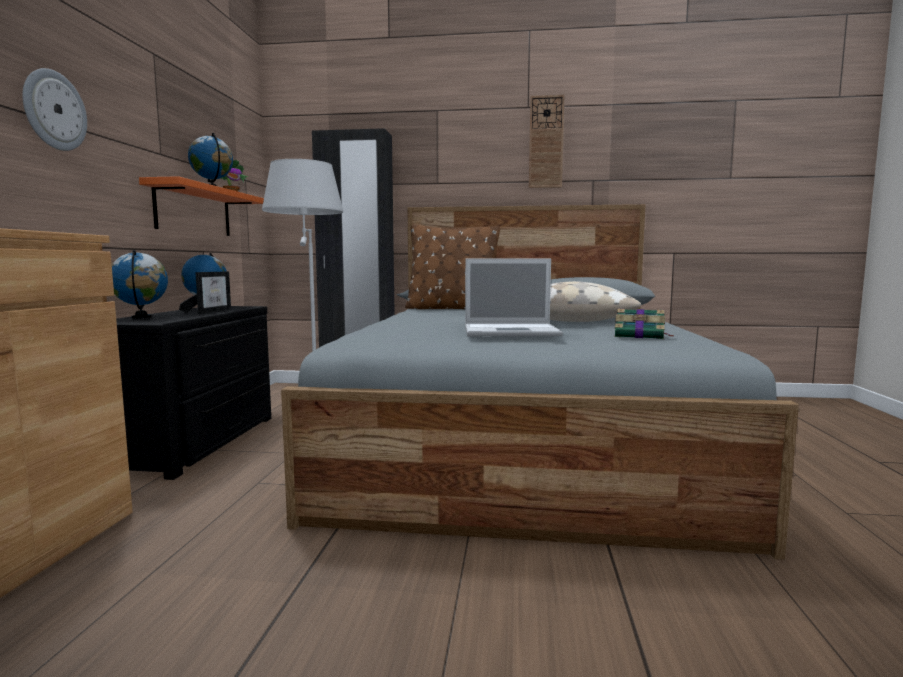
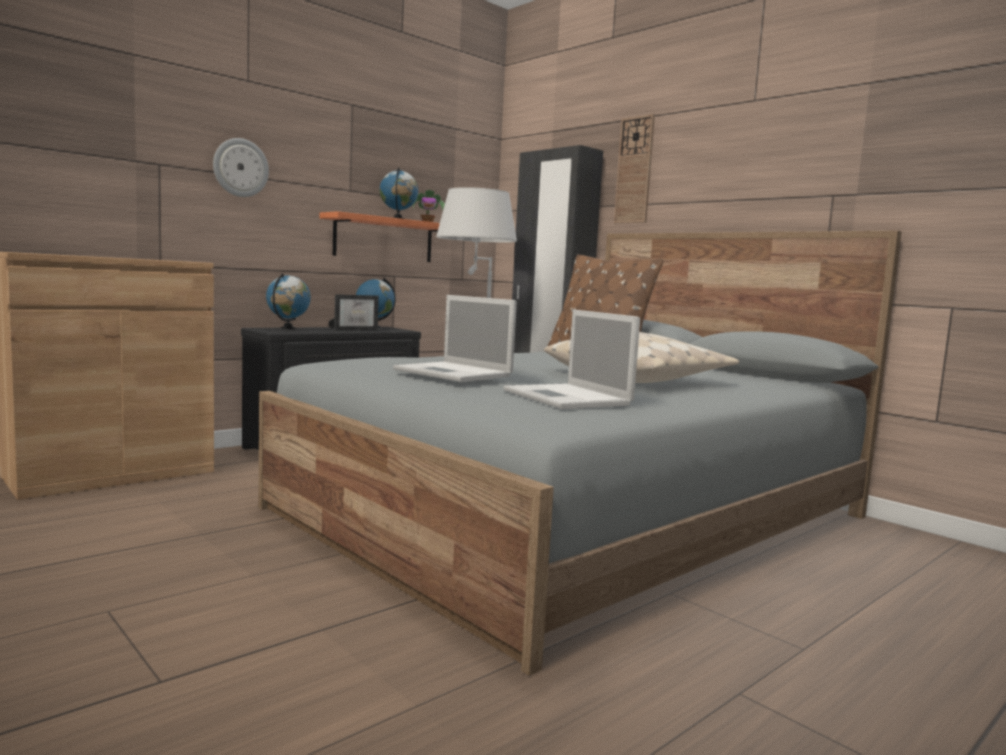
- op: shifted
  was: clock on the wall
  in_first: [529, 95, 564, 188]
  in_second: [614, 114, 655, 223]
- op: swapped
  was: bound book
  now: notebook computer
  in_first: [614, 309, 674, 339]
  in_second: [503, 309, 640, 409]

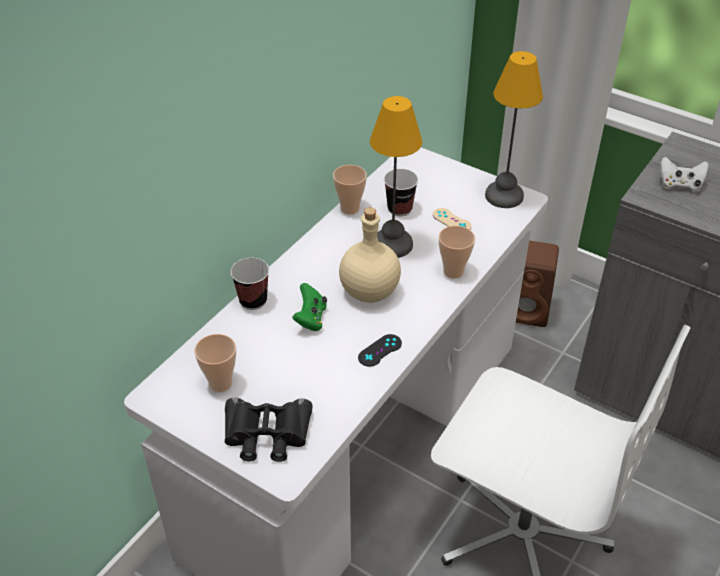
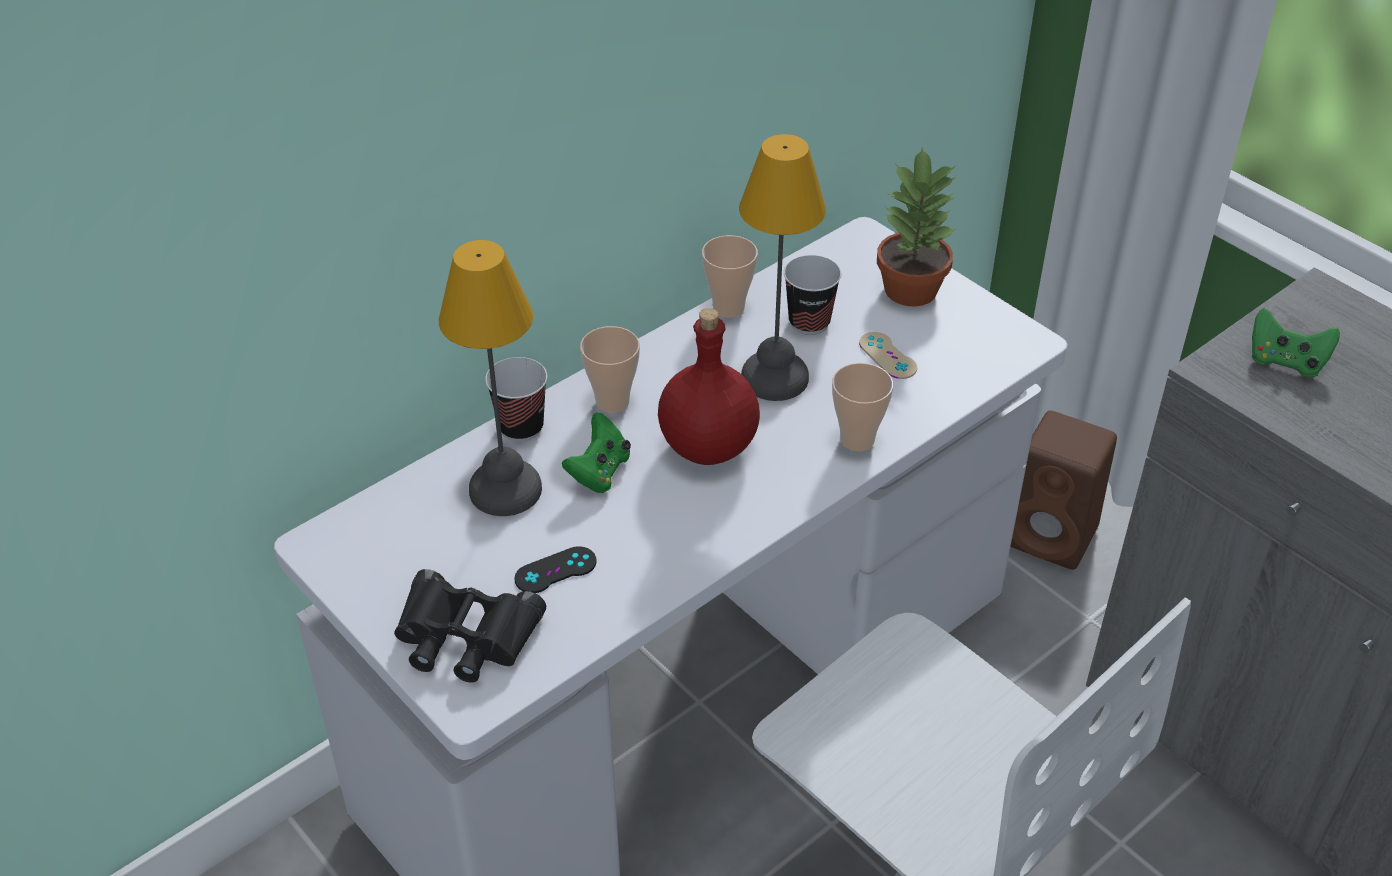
- op: shifted
  was: drinking cup
  in_first: [194, 334, 236, 392]
  in_second: [580, 326, 640, 413]
- op: repainted
  was: sand-coloured beverage bottle
  now: reddish beverage bottle
  in_first: [339, 207, 401, 303]
  in_second: [658, 308, 760, 465]
- op: shifted
  was: black joypad
  in_first: [358, 334, 402, 367]
  in_second: [515, 546, 597, 593]
- op: shifted
  was: tabletop lamp
  in_first: [485, 51, 543, 208]
  in_second: [439, 240, 542, 516]
- op: repainted
  was: whitish joypad
  now: greenish joypad
  in_first: [660, 157, 708, 192]
  in_second: [1252, 308, 1340, 377]
- op: new
  now: potted plant
  in_second: [877, 147, 957, 307]

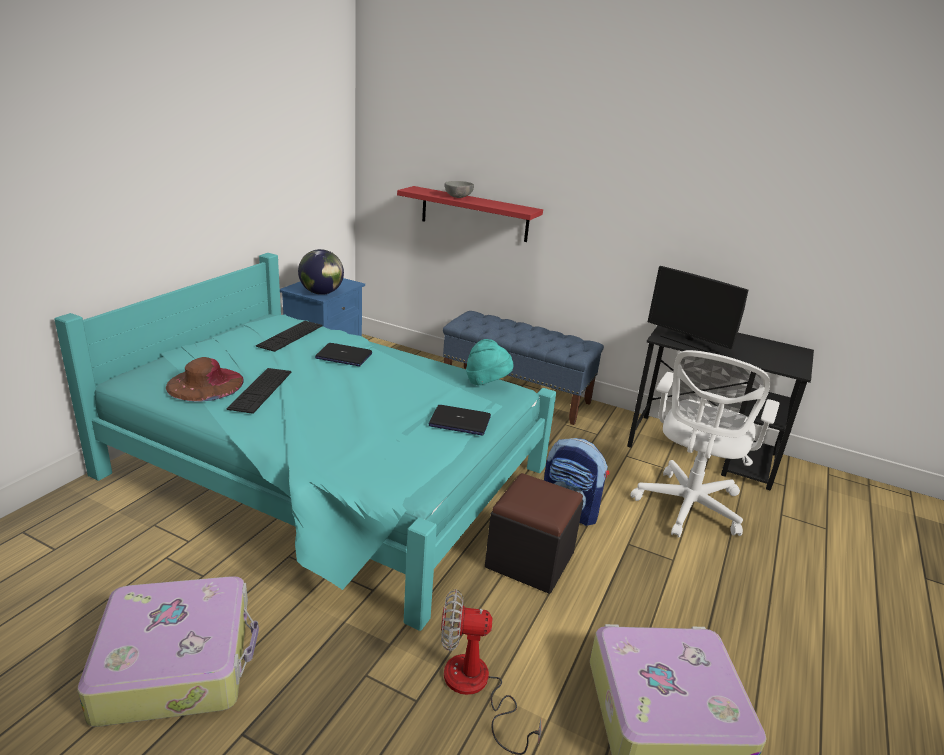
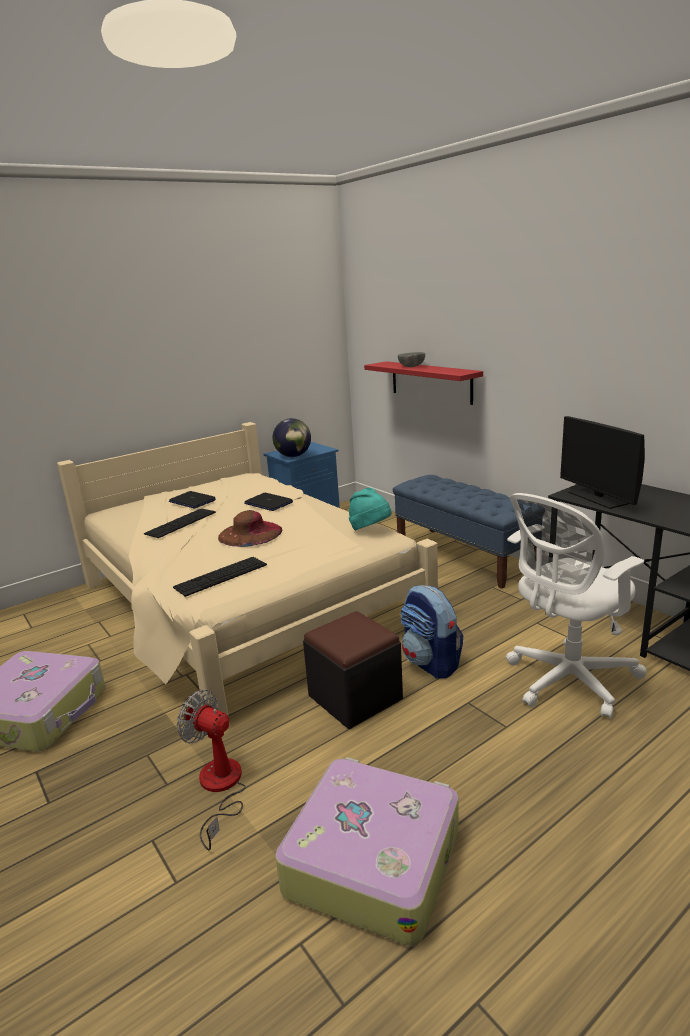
- op: repainted
  was: turquoise sleeping bed
  now: sand-coloured sleeping bed
  in_first: [54, 253, 556, 631]
  in_second: [57, 422, 438, 725]
- op: shifted
  was: brown-coloured wearable hat
  in_first: [166, 357, 244, 402]
  in_second: [218, 510, 283, 547]
- op: shifted
  was: computer keyboard
  in_first: [256, 321, 322, 352]
  in_second: [173, 557, 267, 597]
- op: shifted
  was: notebook computer
  in_first: [429, 405, 491, 435]
  in_second: [169, 491, 216, 509]

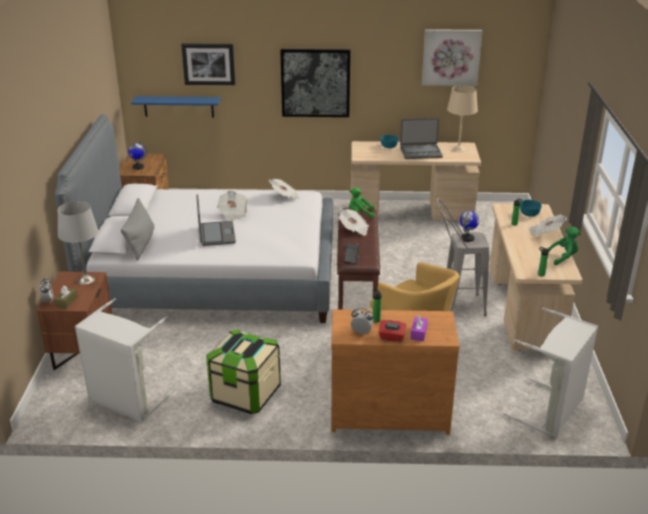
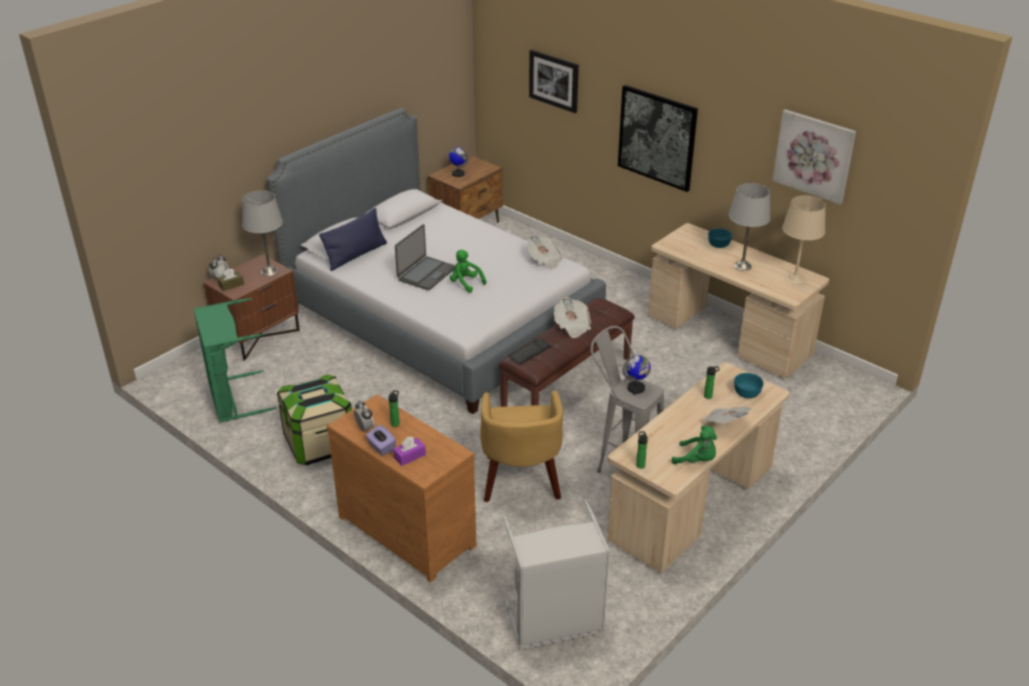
- op: repainted
  was: gray washing basket
  now: greenish washing basket
  in_first: [75, 298, 176, 422]
  in_second: [194, 298, 276, 423]
- op: repainted
  was: gray throw pillow
  now: bluish throw pillow
  in_first: [121, 198, 154, 261]
  in_second: [319, 208, 387, 271]
- op: gone
  was: bluish shelf
  in_first: [131, 96, 221, 117]
- op: gone
  was: daily paper
  in_first: [217, 190, 248, 221]
- op: shifted
  was: greenish soft toy
  in_first: [349, 187, 375, 218]
  in_second: [450, 250, 486, 293]
- op: repainted
  was: reddish box of tissues
  now: purple-coloured box of tissues
  in_first: [379, 320, 407, 342]
  in_second: [366, 425, 396, 456]
- op: swapped
  was: notebook computer
  now: gray tabletop lamp
  in_first: [400, 118, 443, 159]
  in_second: [729, 183, 771, 271]

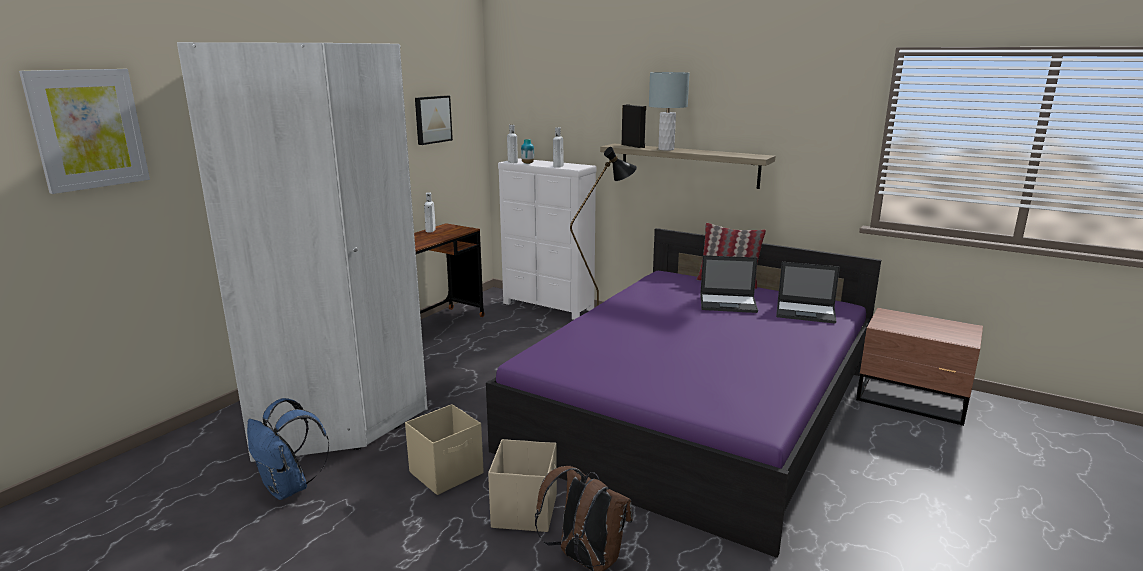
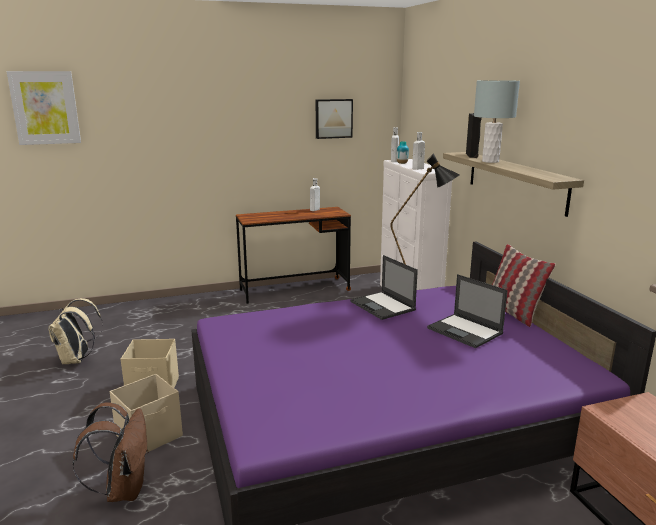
- op: gone
  was: whitish clothes cupboard
  in_first: [177, 42, 428, 462]
- op: repainted
  was: bluish backpack
  now: sand-coloured backpack
  in_first: [247, 398, 329, 500]
  in_second: [48, 298, 103, 364]
- op: shifted
  was: notebook computer
  in_first: [776, 262, 840, 324]
  in_second: [350, 255, 418, 320]

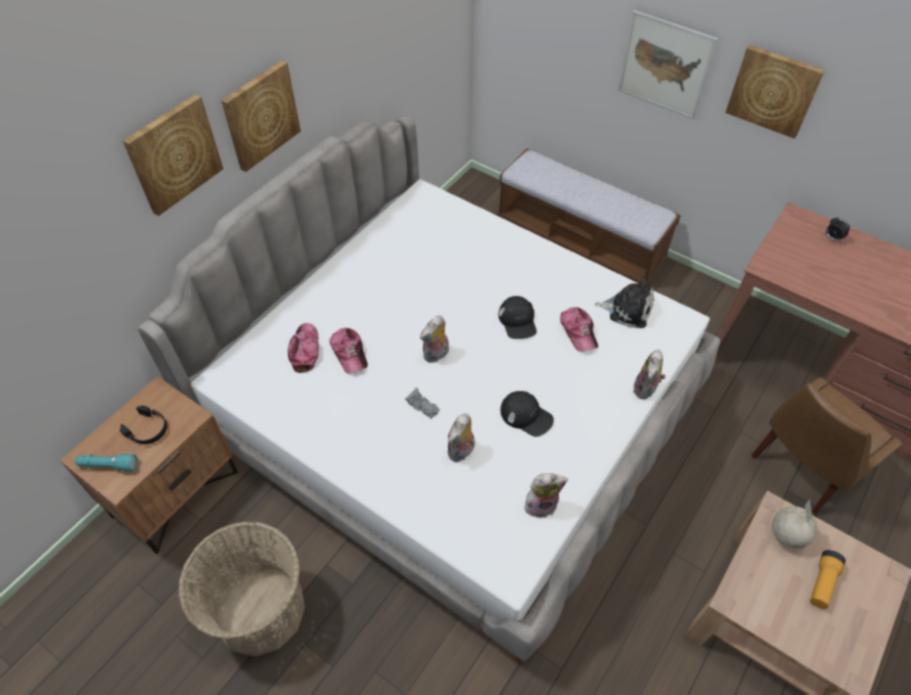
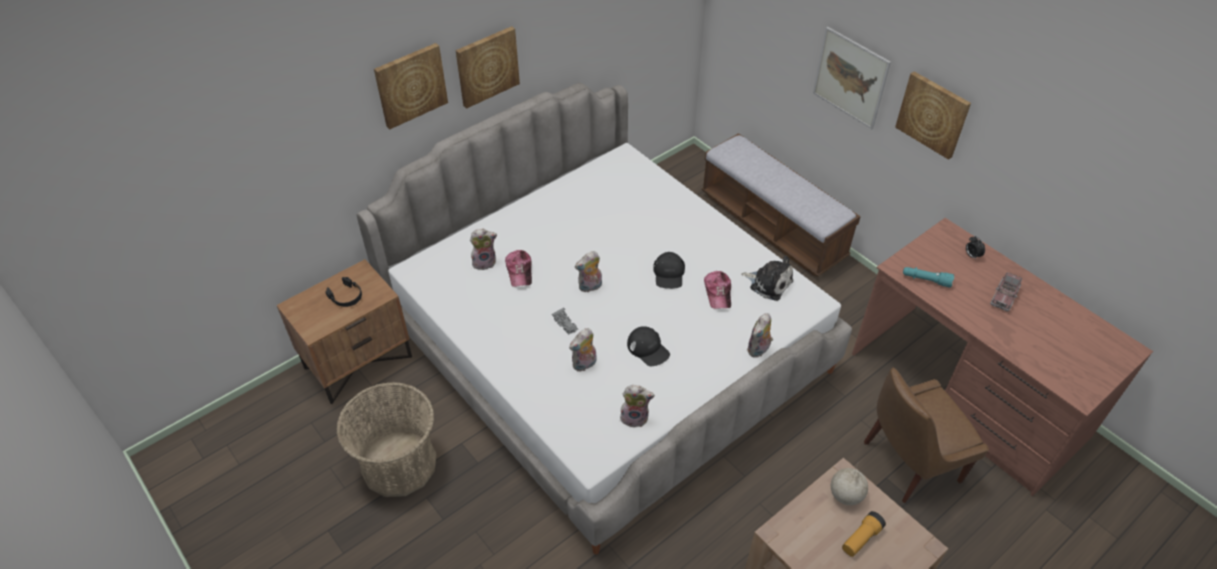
- op: shifted
  was: turquoise hand torch
  in_first: [75, 454, 138, 471]
  in_second: [903, 267, 954, 288]
- op: swapped
  was: peaked cap
  now: soft toy
  in_first: [288, 323, 319, 373]
  in_second: [470, 229, 497, 270]
- op: new
  now: toy lorry
  in_second: [990, 272, 1022, 312]

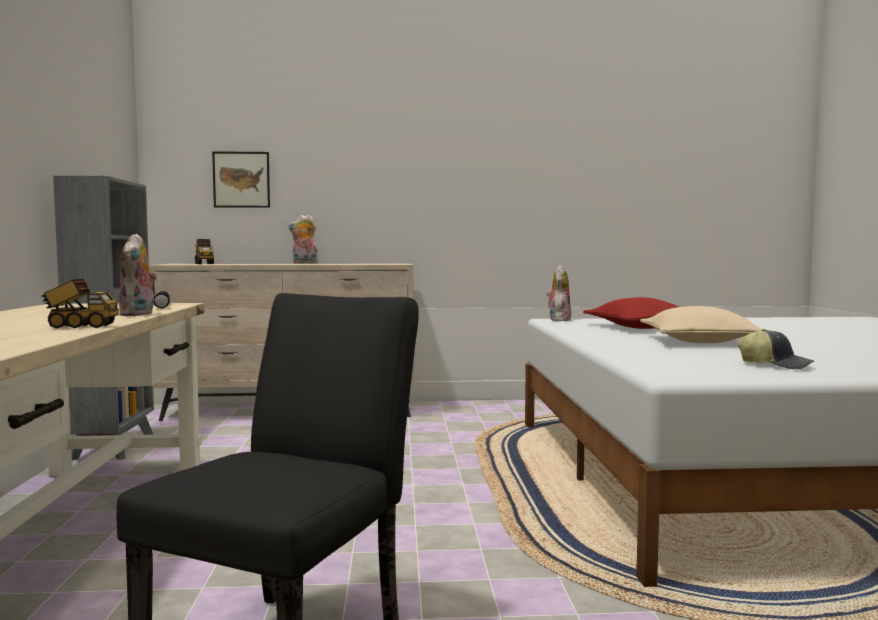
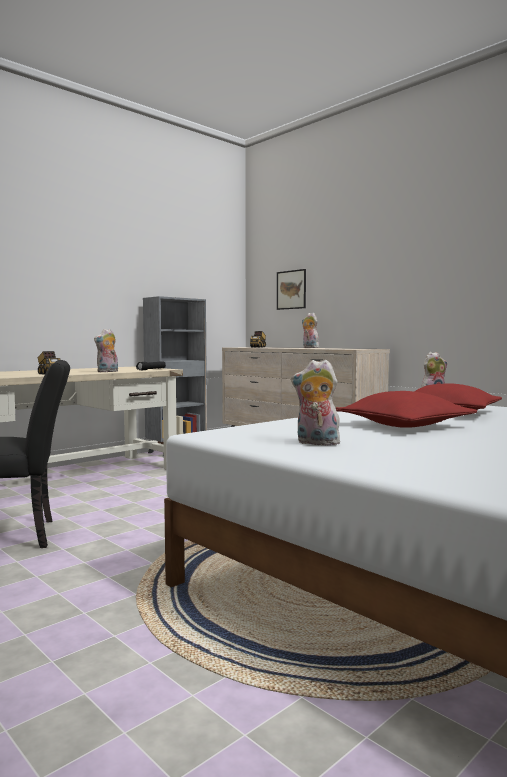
- op: repainted
  was: sand-coloured throw pillow
  now: reddish throw pillow
  in_first: [640, 306, 771, 343]
  in_second: [336, 391, 477, 428]
- op: swapped
  was: peaked cap
  now: soft toy
  in_first: [738, 329, 814, 369]
  in_second: [291, 360, 342, 445]

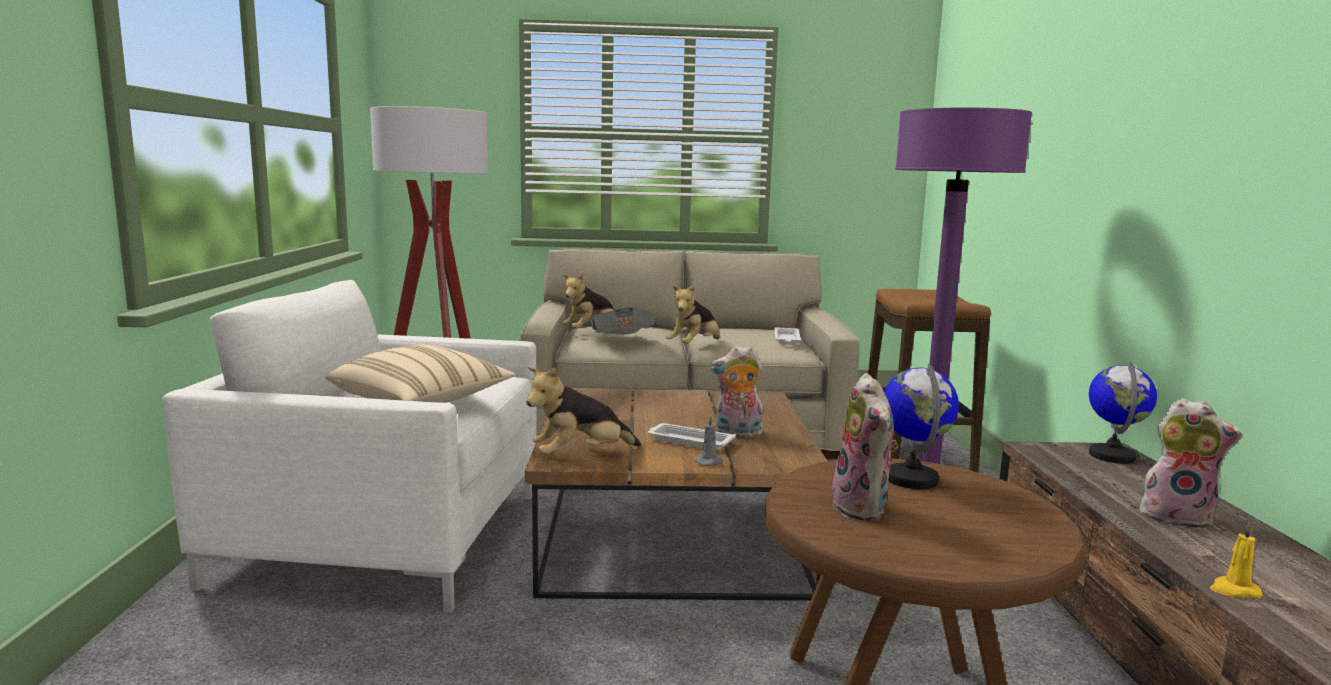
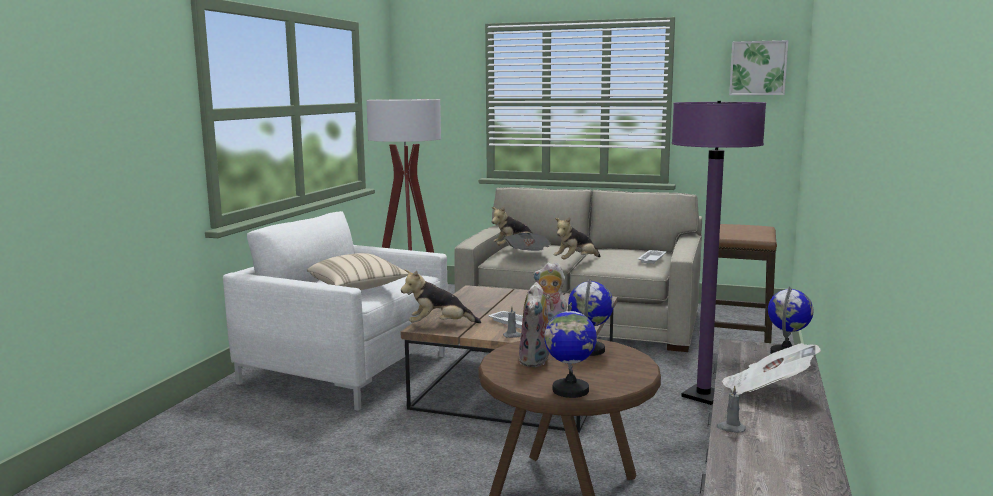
- op: swapped
  was: soft toy
  now: daily paper
  in_first: [1140, 398, 1242, 529]
  in_second: [722, 343, 821, 395]
- op: repainted
  was: yellow wax light
  now: gray wax light
  in_first: [1210, 522, 1262, 598]
  in_second: [716, 385, 746, 433]
- op: new
  now: desk globe
  in_second: [544, 302, 597, 398]
- op: new
  now: wall picture
  in_second: [729, 40, 788, 95]

